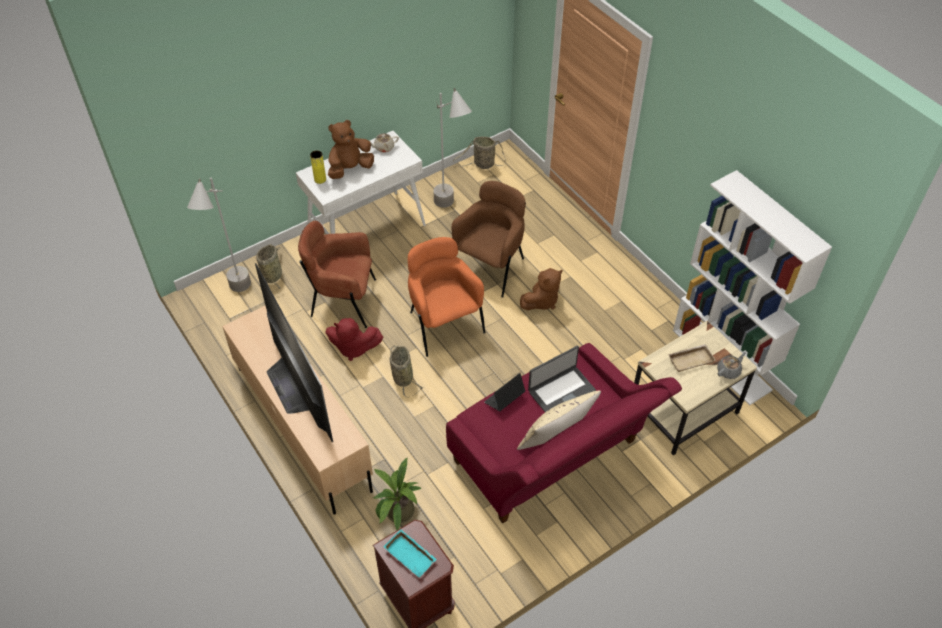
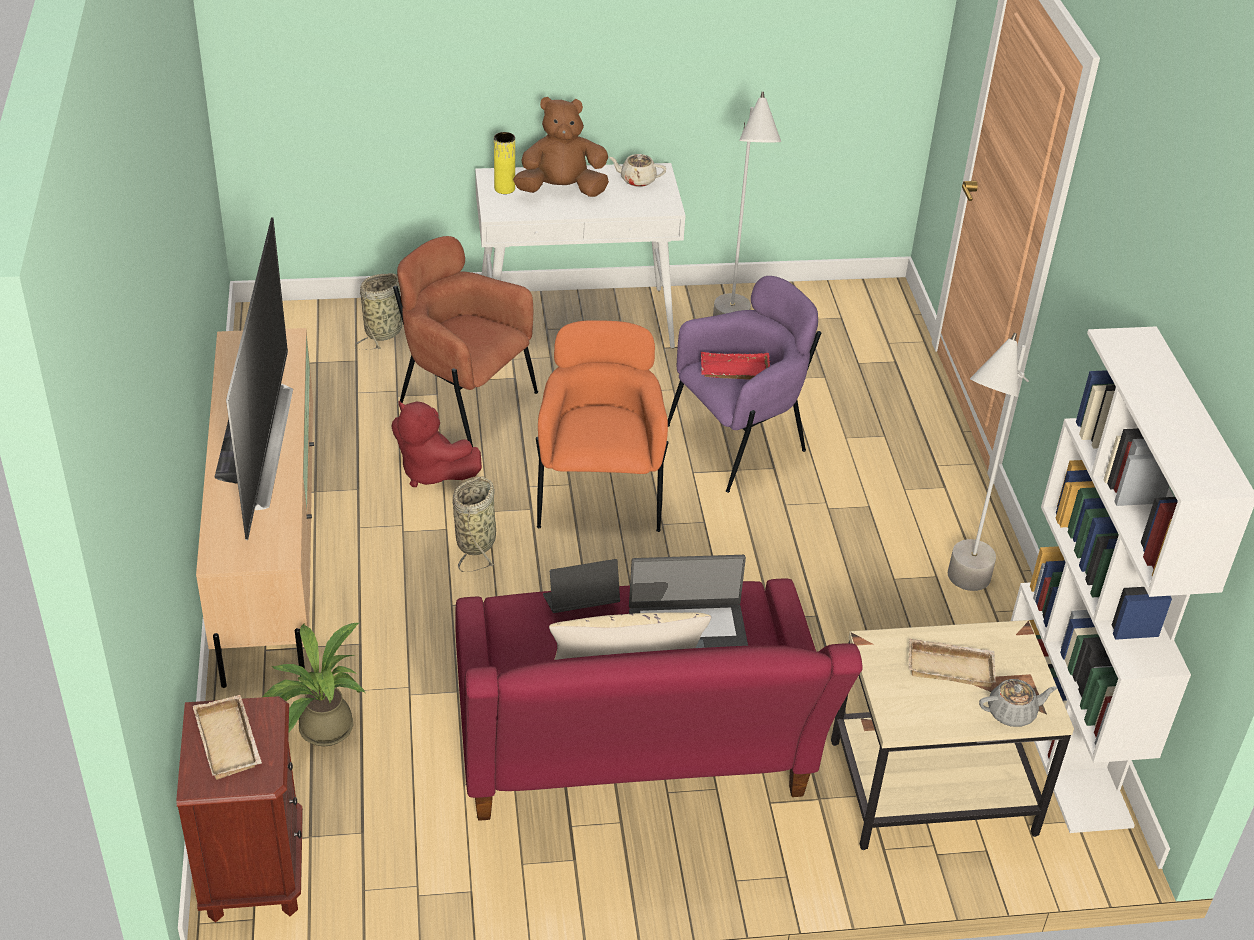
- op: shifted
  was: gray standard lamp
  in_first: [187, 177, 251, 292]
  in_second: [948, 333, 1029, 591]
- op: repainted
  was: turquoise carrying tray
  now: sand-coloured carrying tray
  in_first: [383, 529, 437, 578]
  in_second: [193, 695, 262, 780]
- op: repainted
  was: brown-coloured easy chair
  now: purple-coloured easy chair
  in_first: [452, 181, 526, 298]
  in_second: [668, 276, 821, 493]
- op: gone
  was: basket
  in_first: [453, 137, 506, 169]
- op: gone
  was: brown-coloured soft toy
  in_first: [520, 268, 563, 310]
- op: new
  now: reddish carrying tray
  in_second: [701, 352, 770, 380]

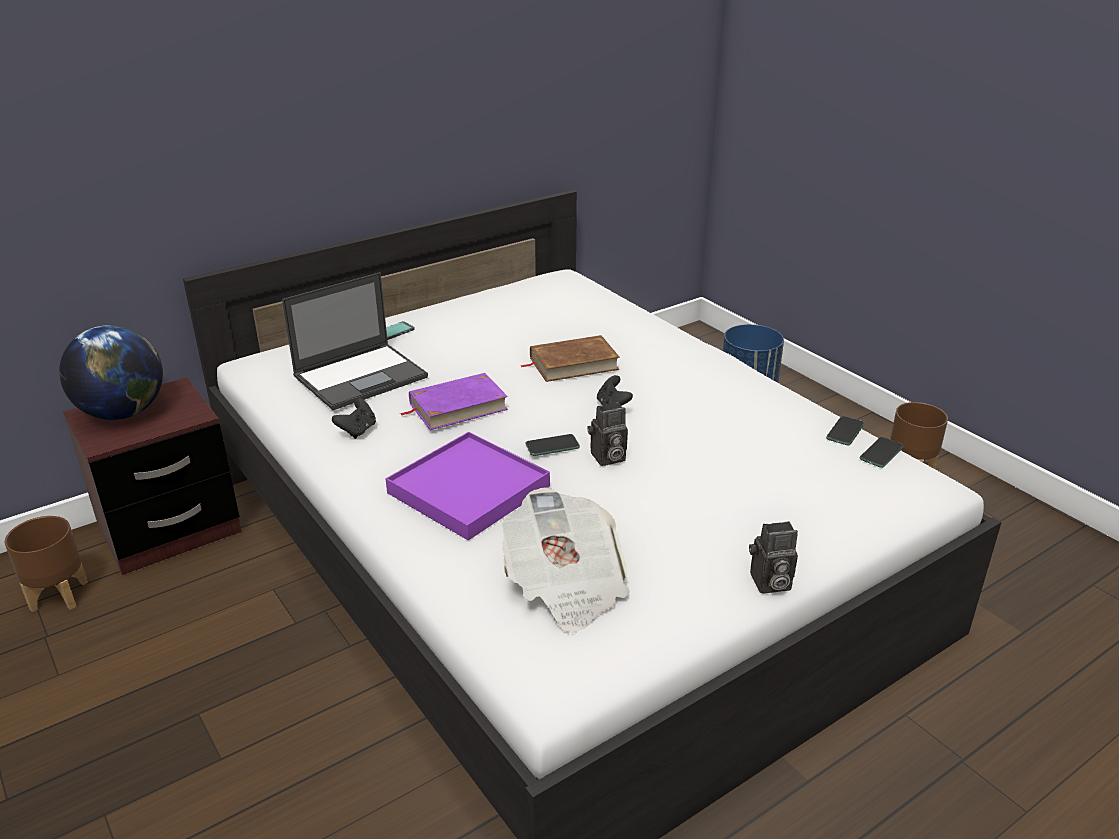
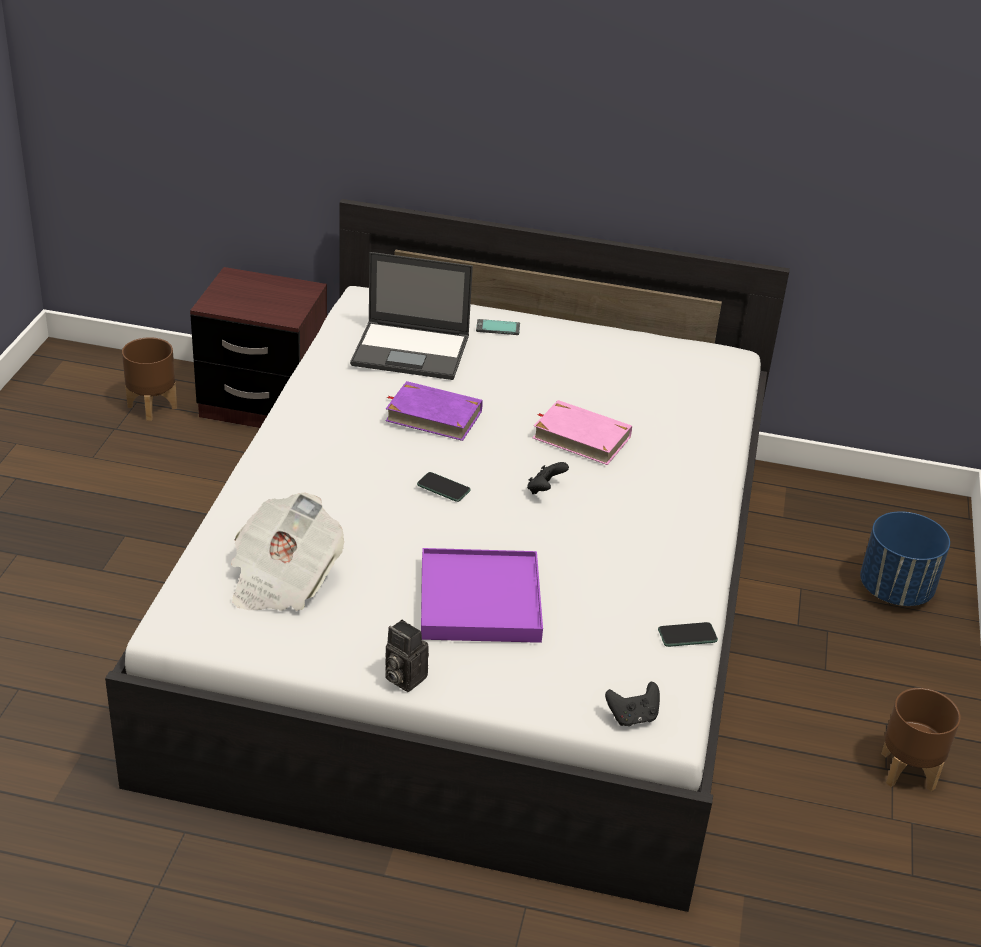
- op: gone
  was: desk globe
  in_first: [59, 325, 163, 420]
- op: shifted
  was: black joypad
  in_first: [332, 398, 376, 439]
  in_second: [605, 682, 660, 726]
- op: shifted
  was: purple-coloured carrying tray
  in_first: [385, 432, 550, 540]
  in_second: [421, 548, 543, 643]
- op: repainted
  was: brown-coloured bound book
  now: pink bound book
  in_first: [520, 335, 620, 382]
  in_second: [533, 400, 632, 465]
- op: gone
  was: photo camera
  in_first: [587, 402, 628, 466]
- op: gone
  was: phone
  in_first: [860, 437, 903, 468]

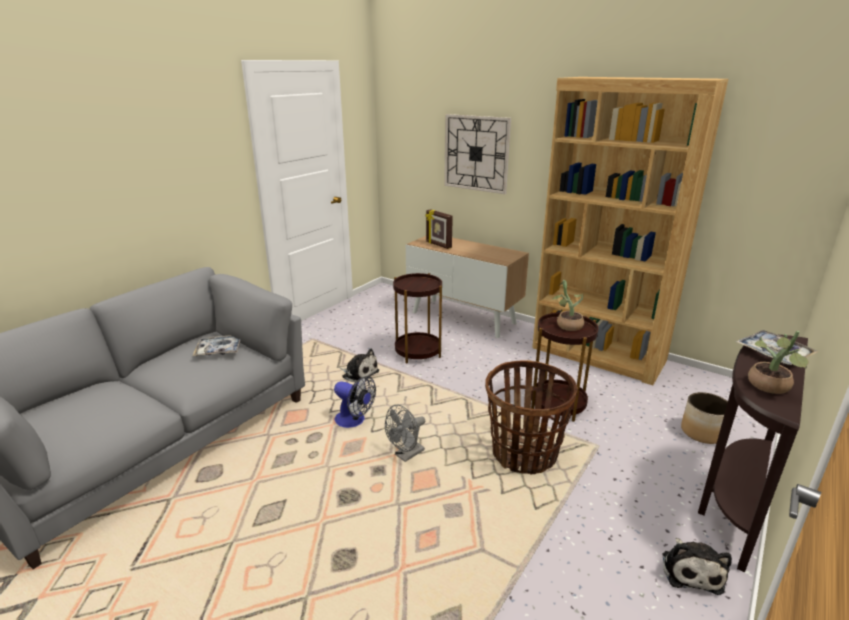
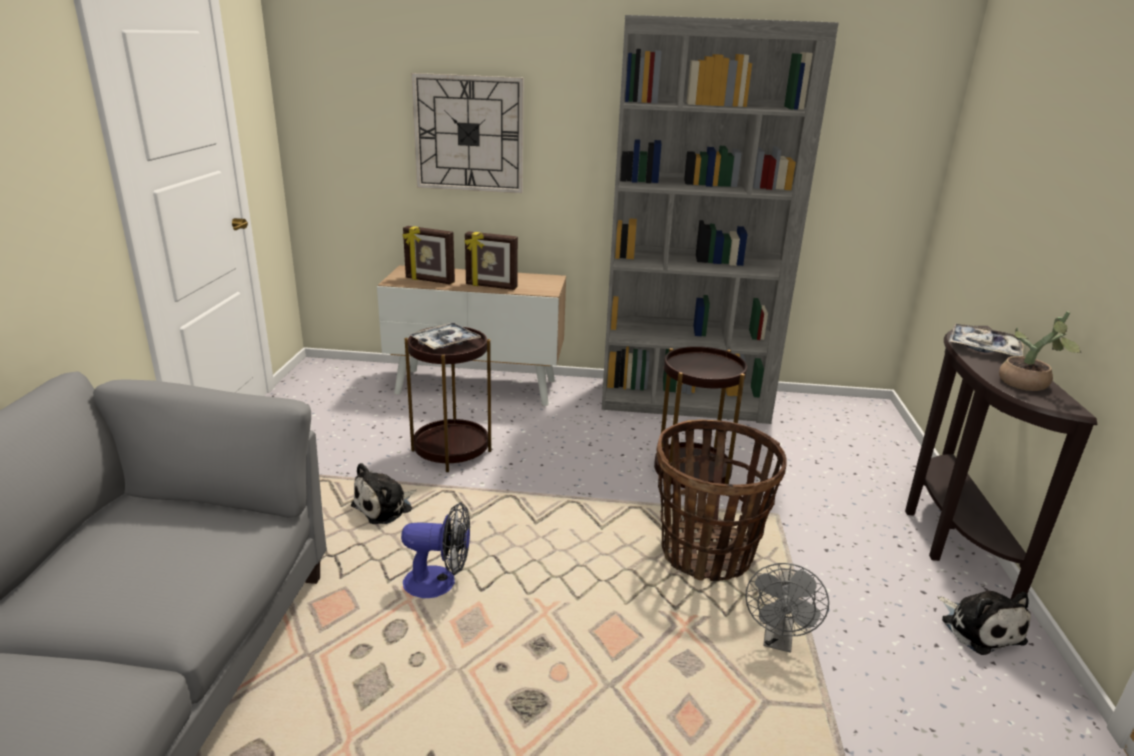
- op: shifted
  was: carrying tray
  in_first: [192, 335, 241, 356]
  in_second: [409, 322, 482, 350]
- op: rotated
  was: soft toy
  in_first: [339, 349, 379, 383]
  in_second: [351, 463, 417, 524]
  clockwise: 135
- op: shifted
  was: gray cooling fan
  in_first: [385, 405, 425, 462]
  in_second: [746, 563, 829, 653]
- op: repainted
  was: brown-coloured bookshelf
  now: gray bookshelf
  in_first: [532, 77, 728, 385]
  in_second: [602, 15, 839, 424]
- op: gone
  was: potted plant
  in_first: [550, 280, 584, 331]
- op: gone
  was: flower pot
  in_first: [681, 392, 728, 444]
- op: new
  now: picture frame
  in_second: [464, 231, 518, 290]

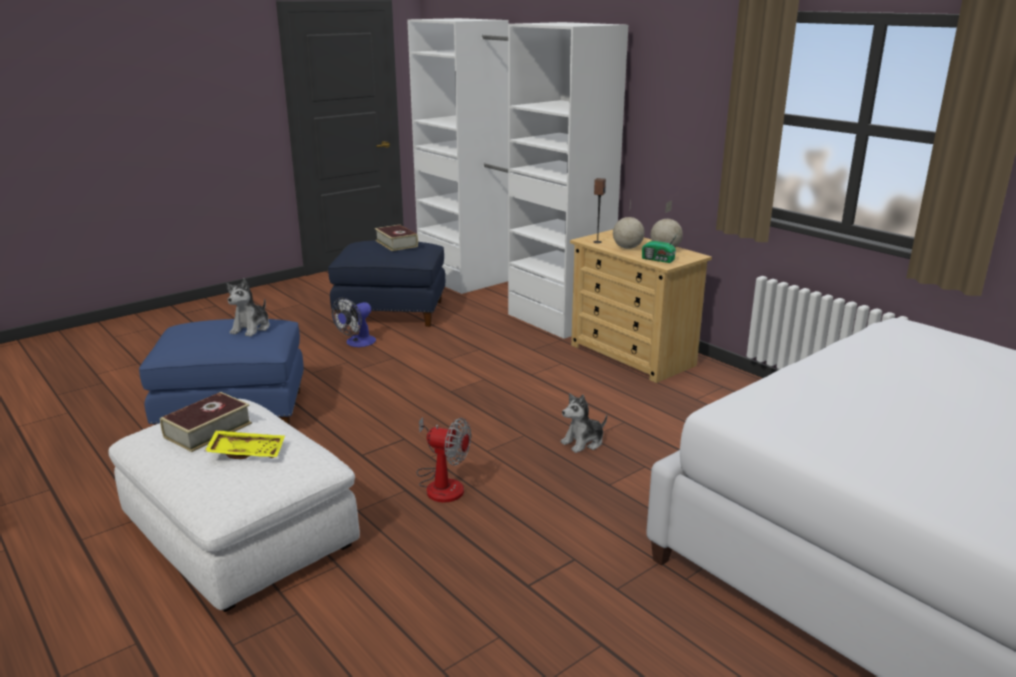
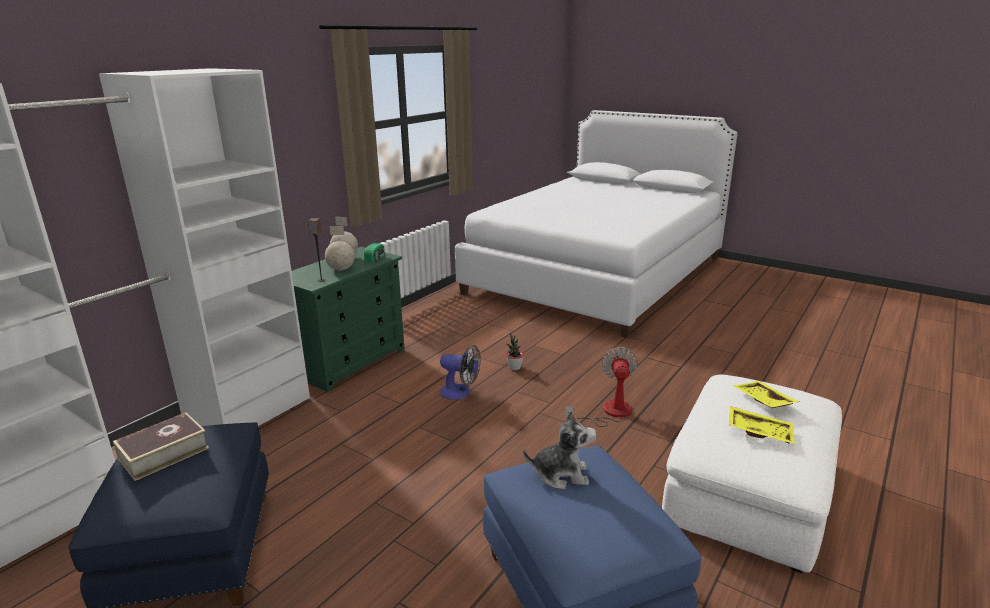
- op: swapped
  was: bound book
  now: yellow carrying tray
  in_first: [160, 392, 252, 452]
  in_second: [729, 406, 795, 444]
- op: shifted
  was: cooling fan
  in_first: [332, 297, 376, 347]
  in_second: [440, 345, 481, 400]
- op: swapped
  was: soft toy
  now: potted plant
  in_first: [560, 393, 607, 453]
  in_second: [506, 333, 524, 370]
- op: repainted
  was: sand-coloured dresser
  now: greenish dresser
  in_first: [570, 230, 712, 383]
  in_second: [292, 247, 405, 392]

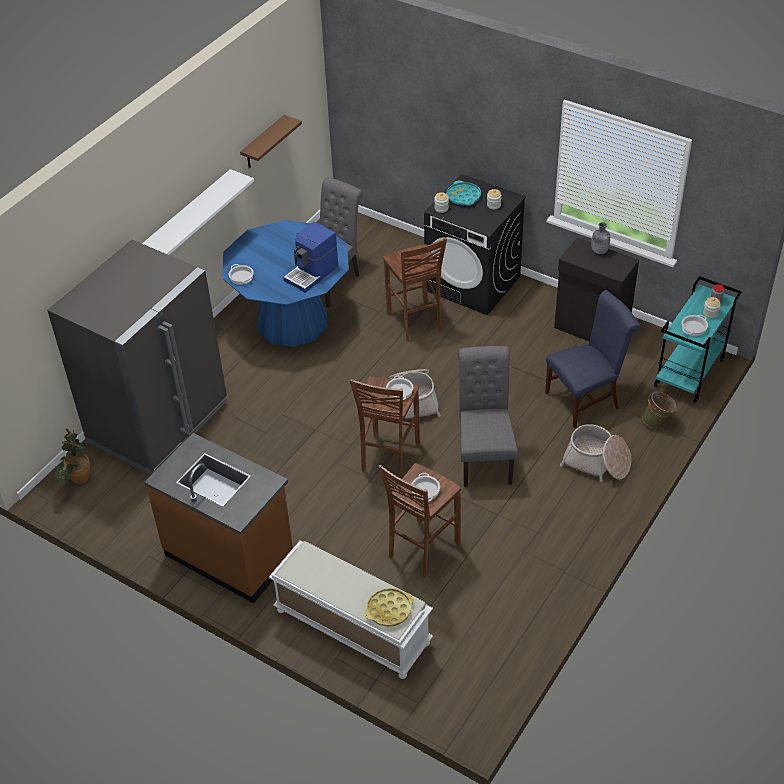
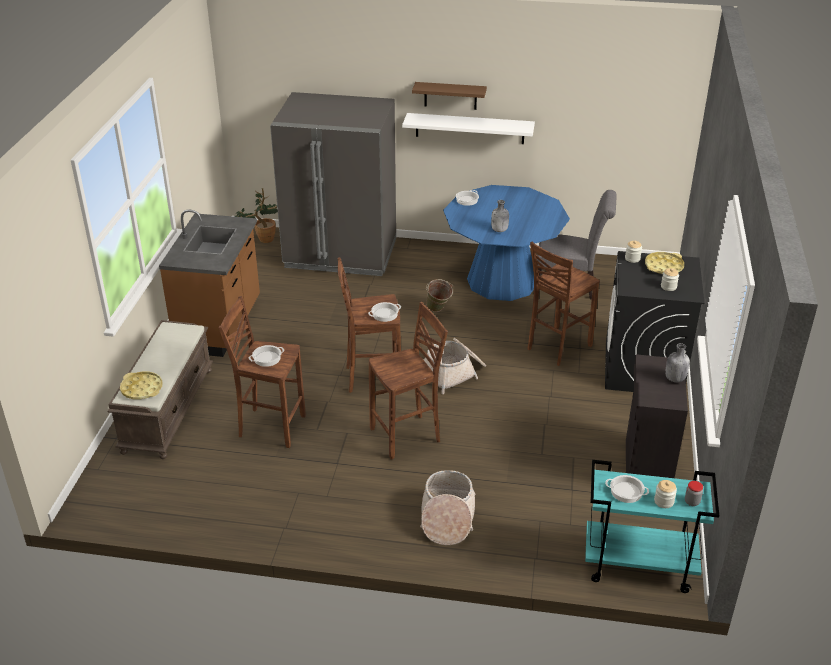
- op: shifted
  was: brown-coloured shelf
  in_first: [240, 115, 302, 169]
  in_second: [412, 82, 487, 110]
- op: repainted
  was: whitish long seat
  now: brown-coloured long seat
  in_first: [269, 541, 433, 679]
  in_second: [107, 320, 213, 459]
- op: swapped
  was: coffee machine
  now: gray beverage bottle
  in_first: [283, 222, 338, 293]
  in_second: [491, 200, 509, 232]
- op: repainted
  was: turquoise carrying tray
  now: yellow carrying tray
  in_first: [447, 180, 481, 205]
  in_second: [645, 252, 684, 274]
- op: swapped
  was: gray chair
  now: brown-coloured stool
  in_first: [458, 346, 518, 487]
  in_second: [369, 302, 448, 460]
- op: gone
  was: bluish chair
  in_first: [545, 290, 641, 428]
- op: shifted
  was: greenish bucket
  in_first: [642, 390, 677, 428]
  in_second: [426, 279, 453, 312]

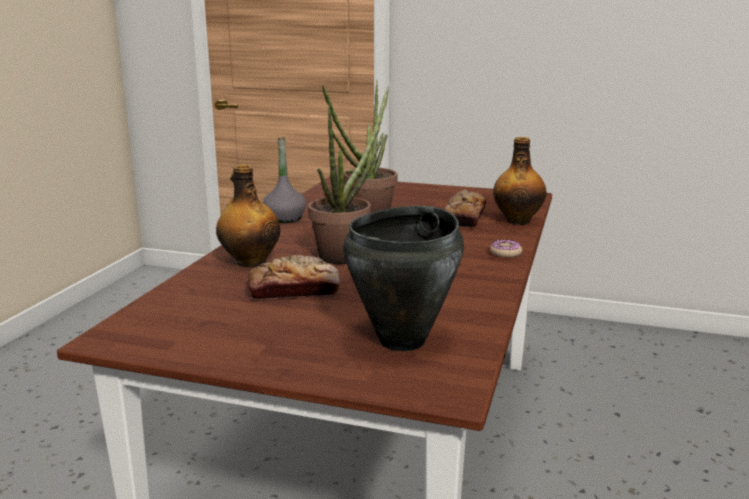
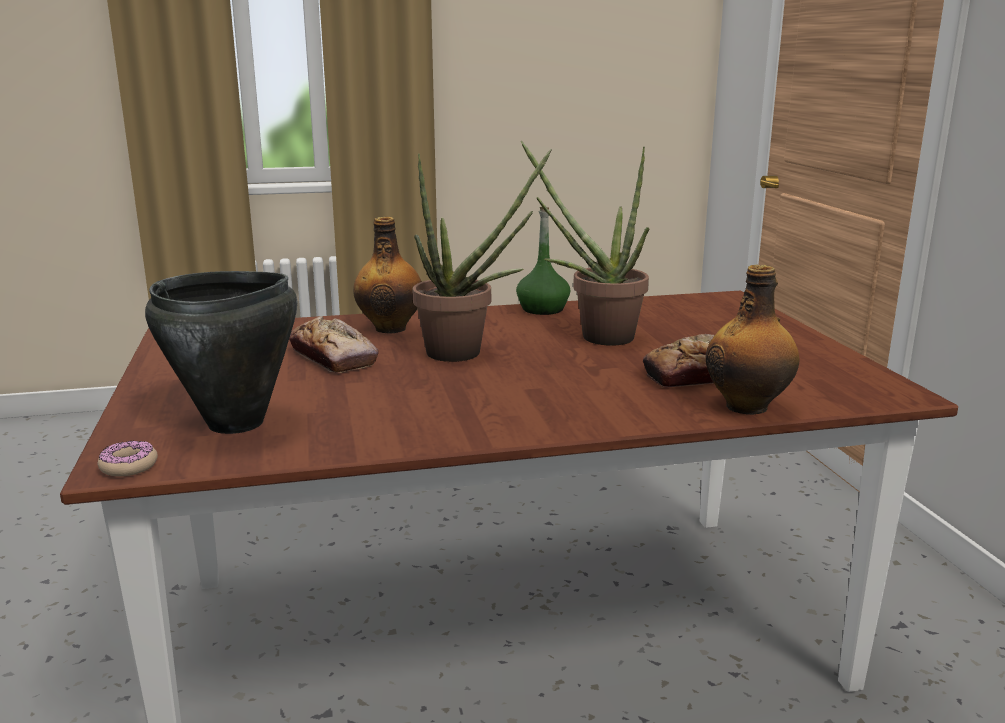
- op: repainted
  was: gray beverage bottle
  now: greenish beverage bottle
  in_first: [263, 137, 306, 223]
  in_second: [516, 207, 570, 315]
- op: shifted
  was: ring doughnut
  in_first: [490, 240, 522, 258]
  in_second: [97, 441, 158, 477]

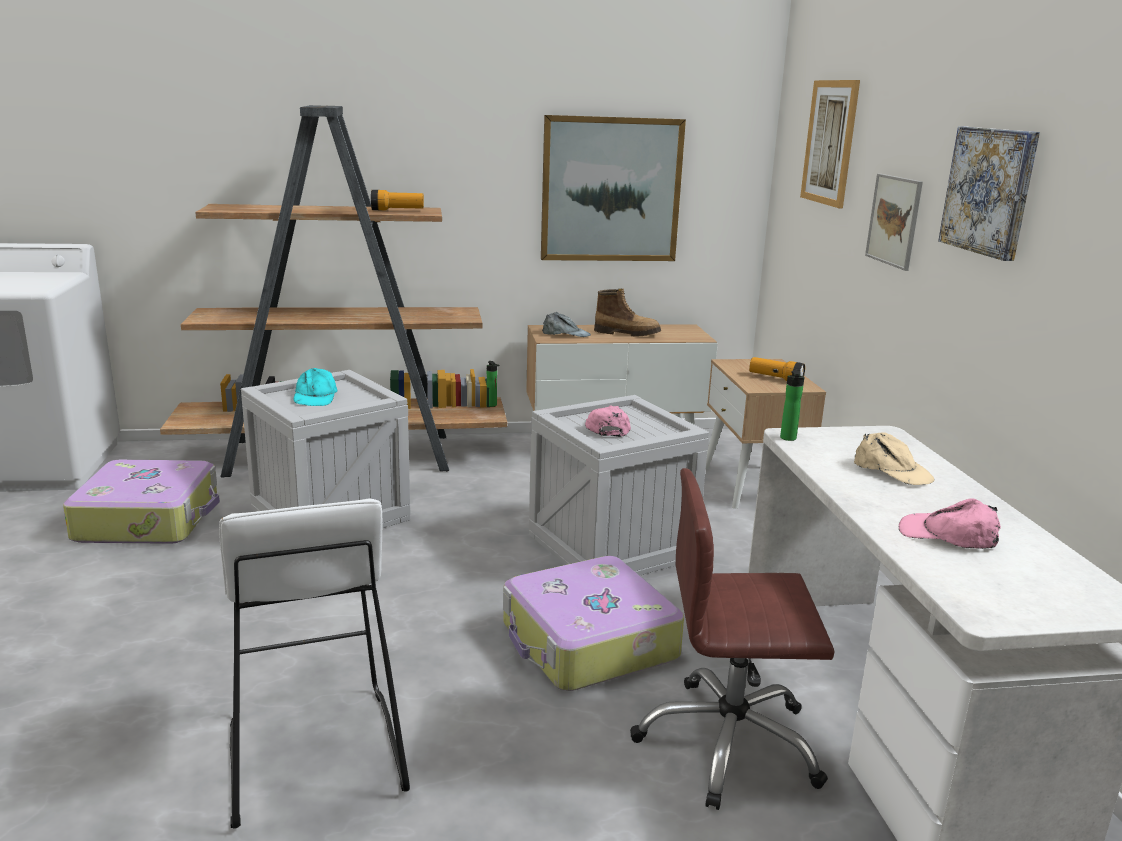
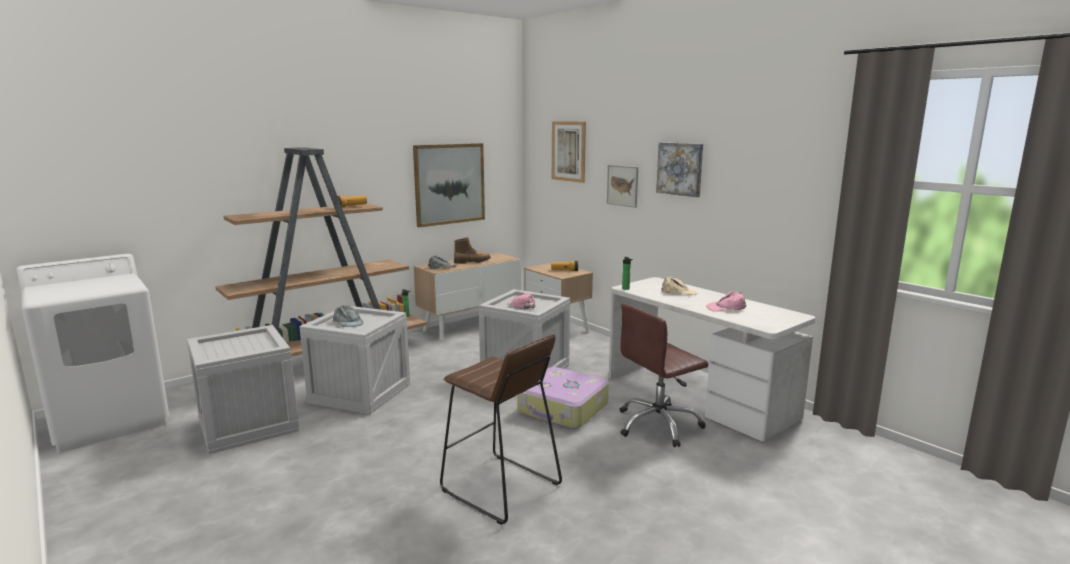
- op: swapped
  was: suitcase
  now: crate
  in_first: [63, 459, 220, 544]
  in_second: [187, 325, 299, 454]
- op: repainted
  was: whitish stool
  now: brown-coloured stool
  in_first: [219, 498, 410, 829]
  in_second: [440, 334, 562, 525]
- op: repainted
  was: turquoise peaked cap
  now: gray peaked cap
  in_first: [294, 368, 338, 406]
  in_second: [333, 305, 363, 327]

